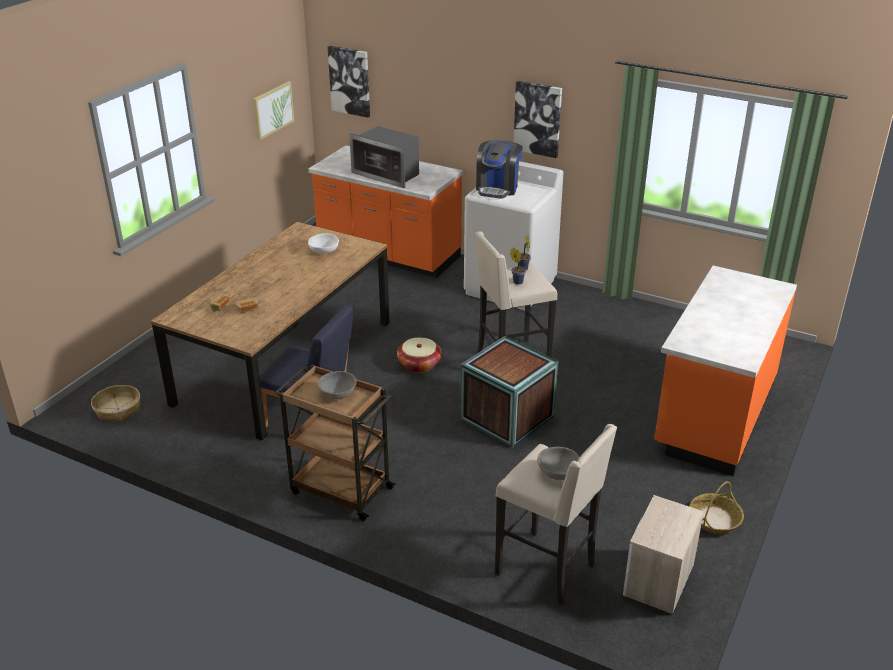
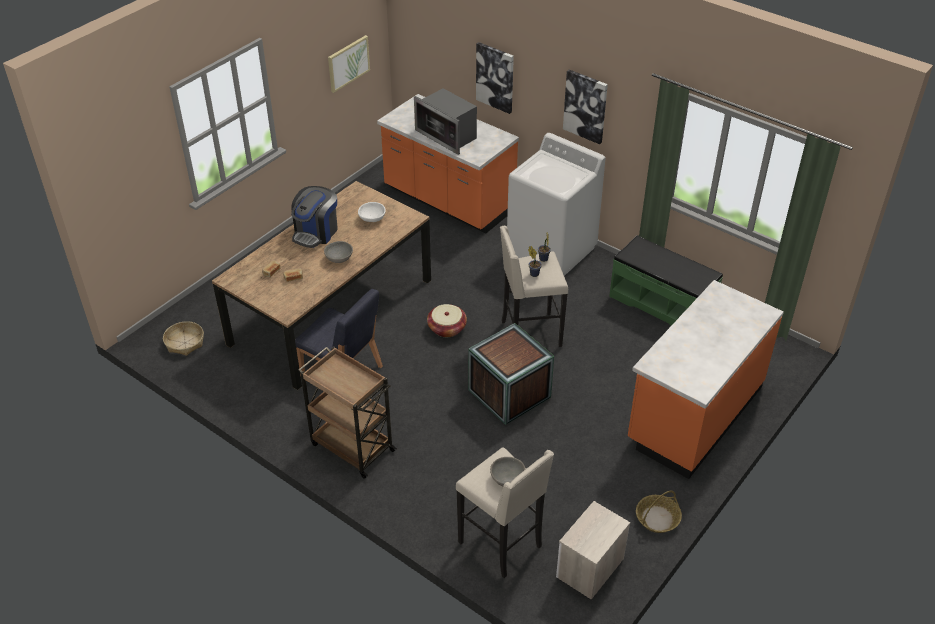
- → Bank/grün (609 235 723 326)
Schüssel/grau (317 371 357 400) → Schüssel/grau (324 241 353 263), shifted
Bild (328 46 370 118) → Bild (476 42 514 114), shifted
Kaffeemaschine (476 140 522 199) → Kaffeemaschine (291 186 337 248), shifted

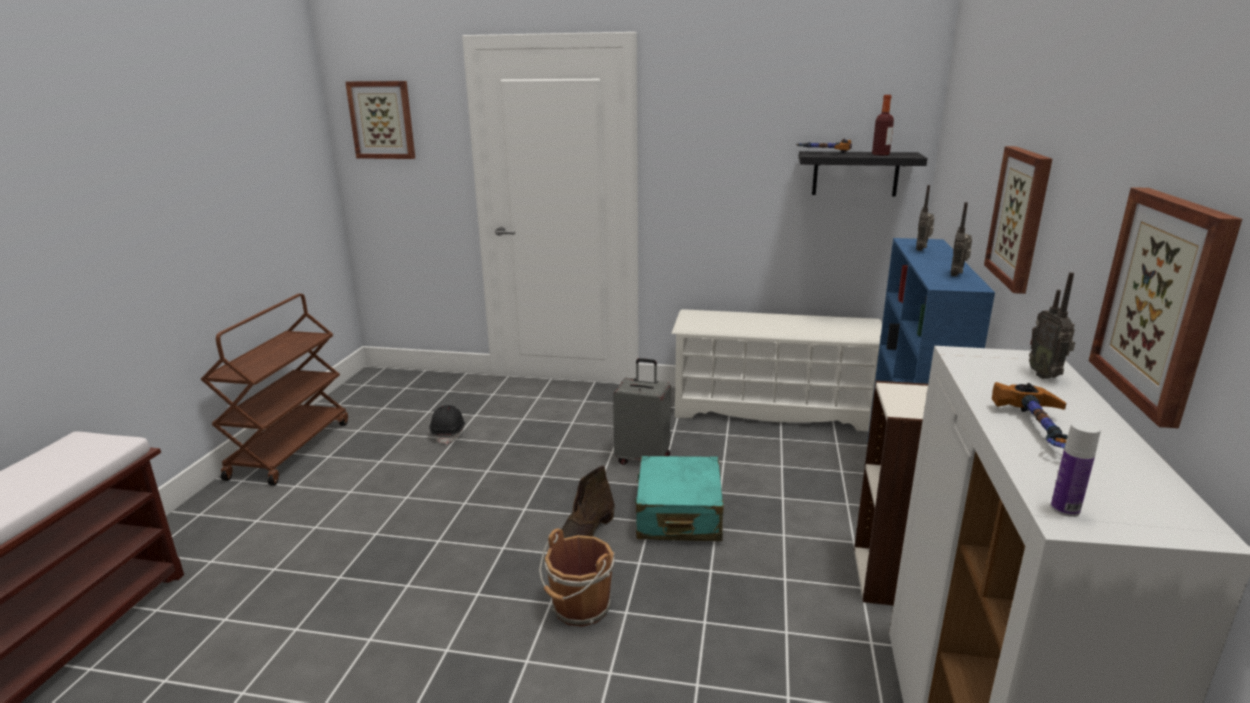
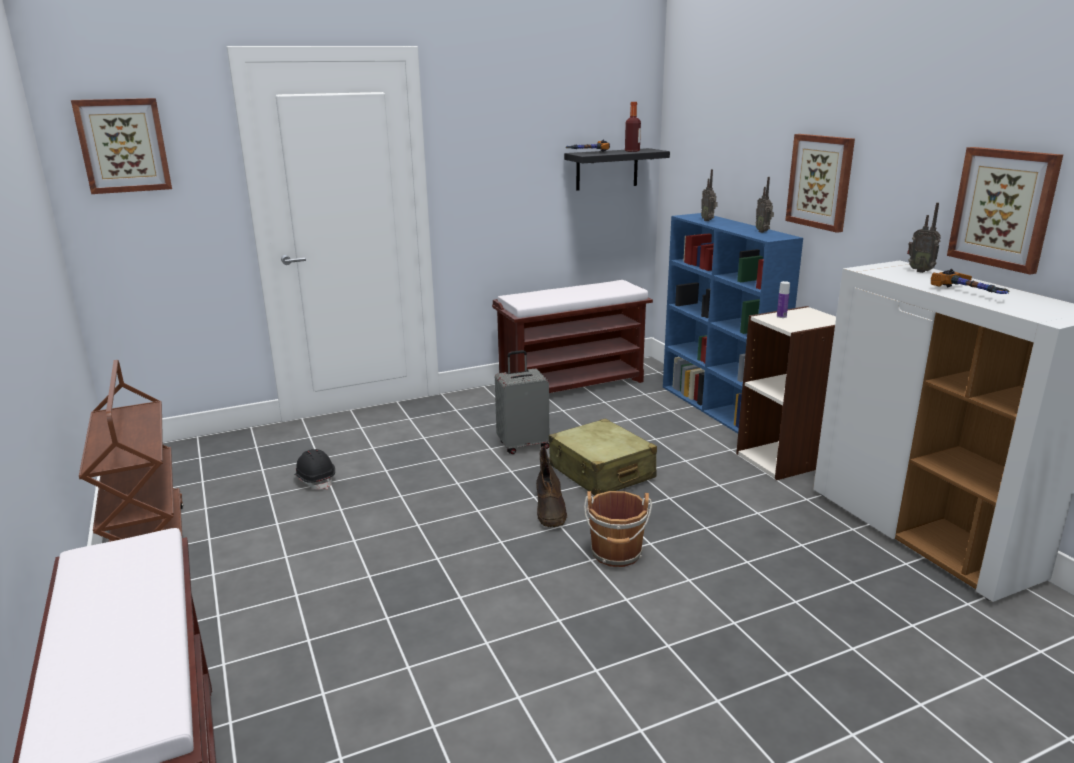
Flasche (1051 421 1101 517) → Flasche (777 281 790 318), shifted
Schuhregal/weiß (671 309 882 432) → Bank/braun (492 280 653 393)
Koffer/türkis (635 456 724 541) → Koffer/beige (549 419 657 496)

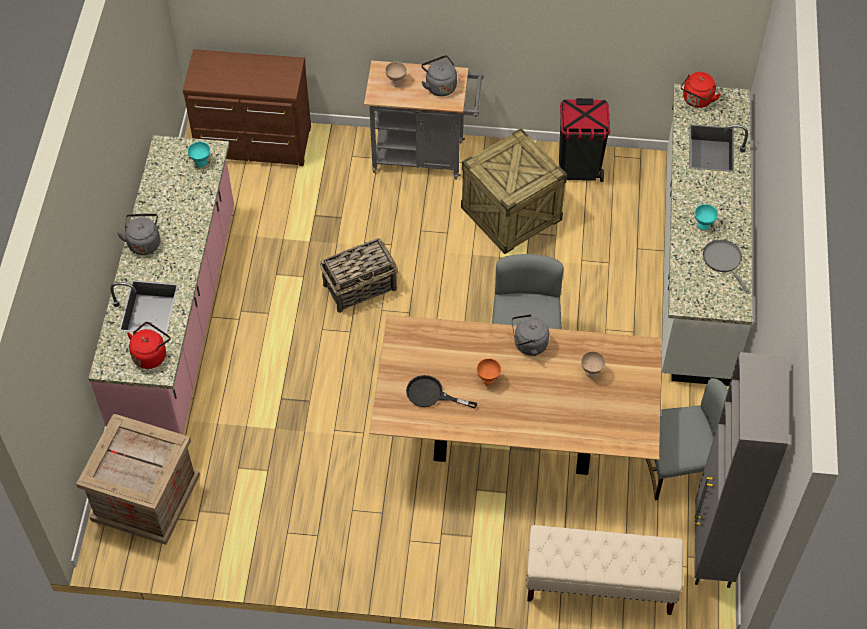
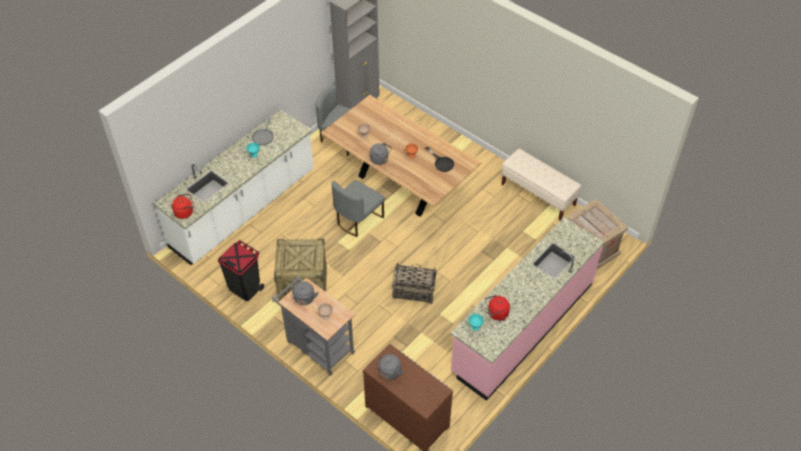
Wasserkessel/grau (117 214 160 255) → Wasserkessel/grau (375 354 404 380), shifted
Wasserkessel/rot (127 322 170 369) → Wasserkessel/rot (485 295 510 321), shifted
Bank/beige (526 525 683 615) → Bank/beige (501 149 581 221), shifted

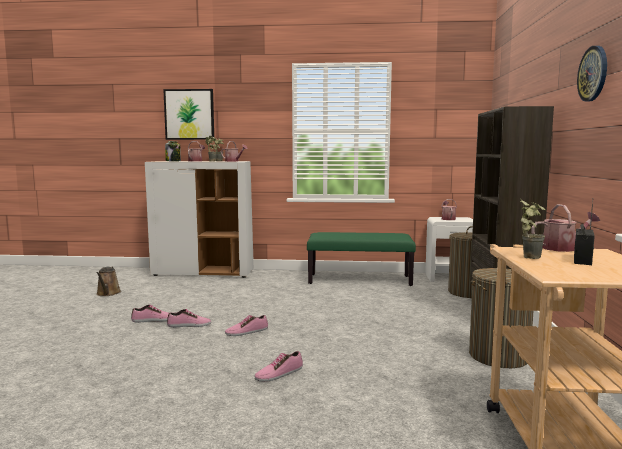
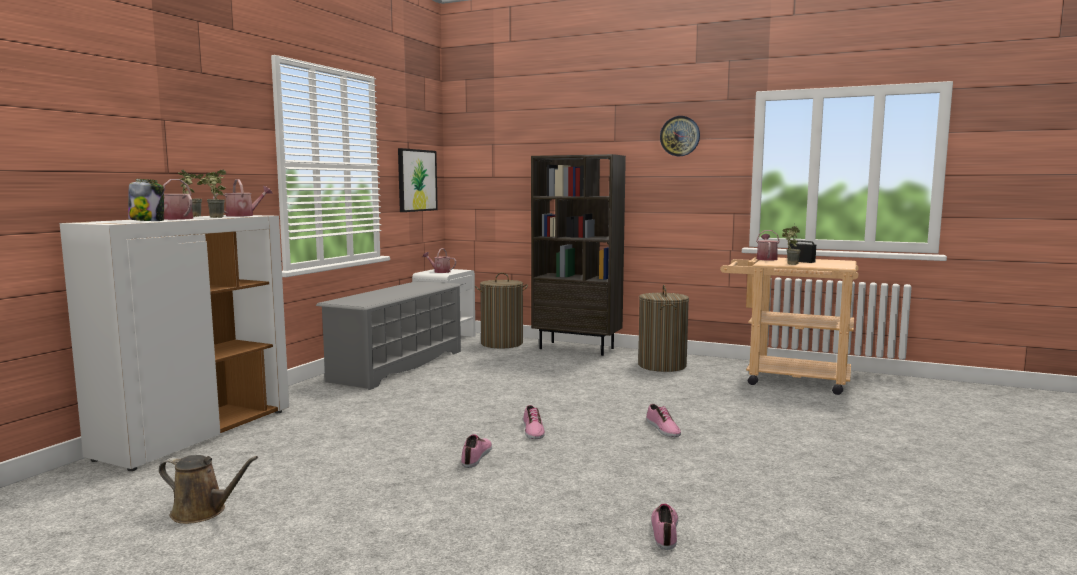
Schuh (131 305 169 323) → Schuh (651 504 678 550), shifted
Bild (163 89 214 140) → Bild (398 148 438 212), shifted
Bank/grün (307 232 416 286) → Schuhregal/grau (316 281 462 390)

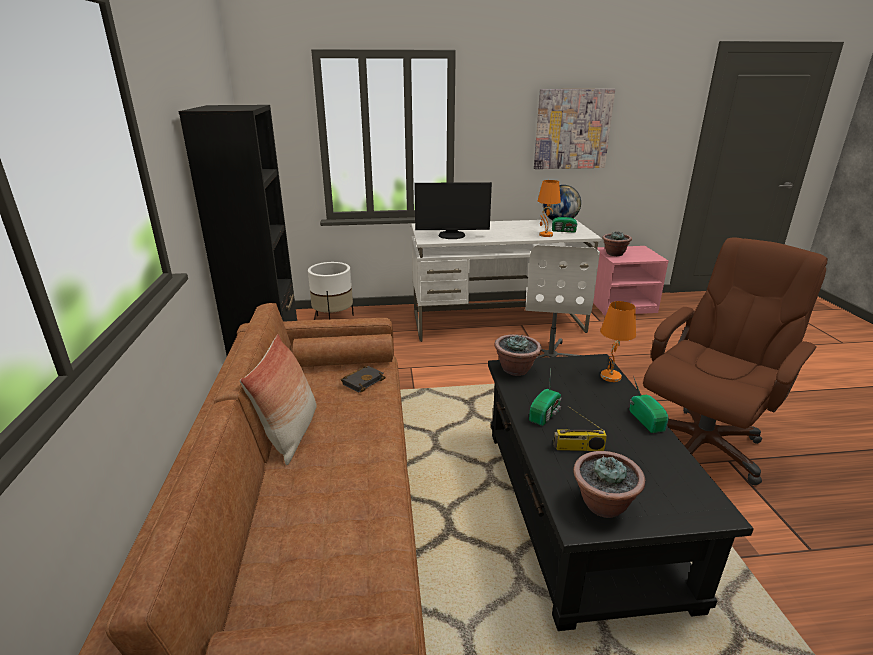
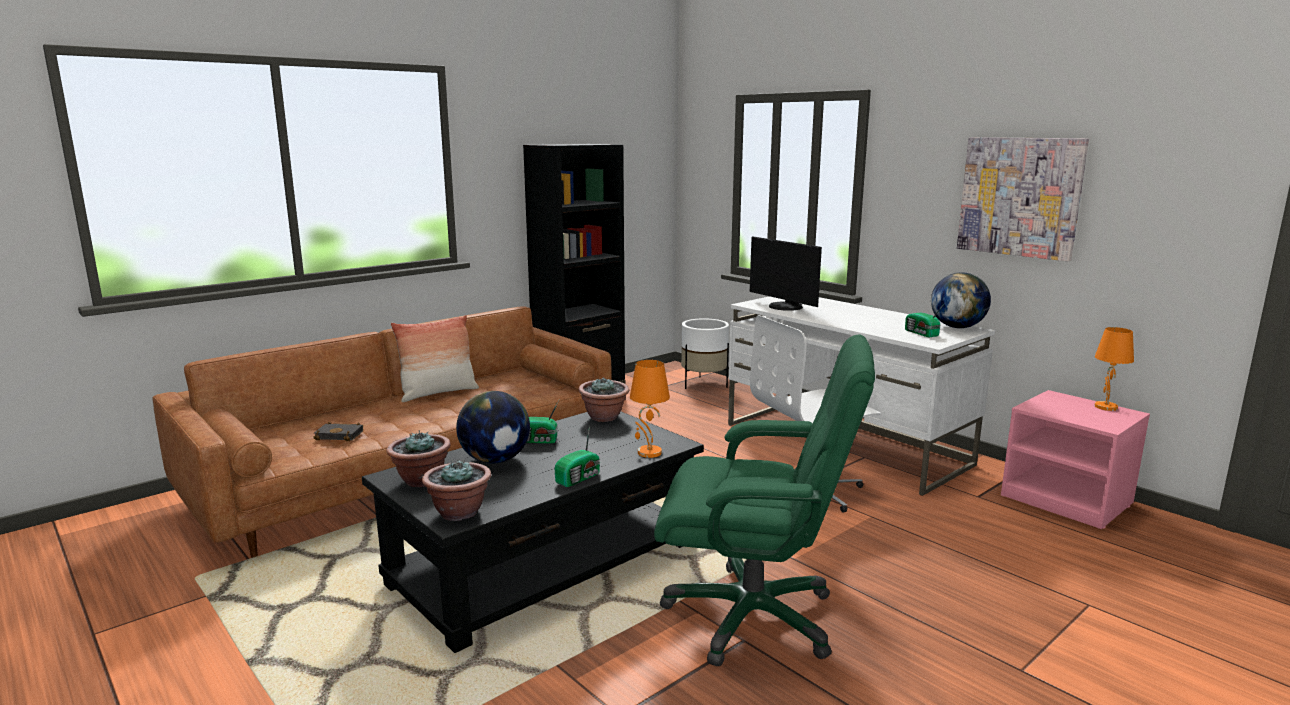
Buch/schwarz (341 366 386 393) → Buch/schwarz (313 422 363 441), shifted
Tischlampe/orange (537 180 561 237) → Tischlampe/orange (1094 327 1134 411), shifted
Topfpflanze (602 232 632 256) → Topfpflanze (422 459 491 521), shifted
Radio (553 406 607 451) → Globus (456 391 530 463)
Bürostuhl/braun (643 237 827 486) → Bürostuhl/grün (654 334 875 667)

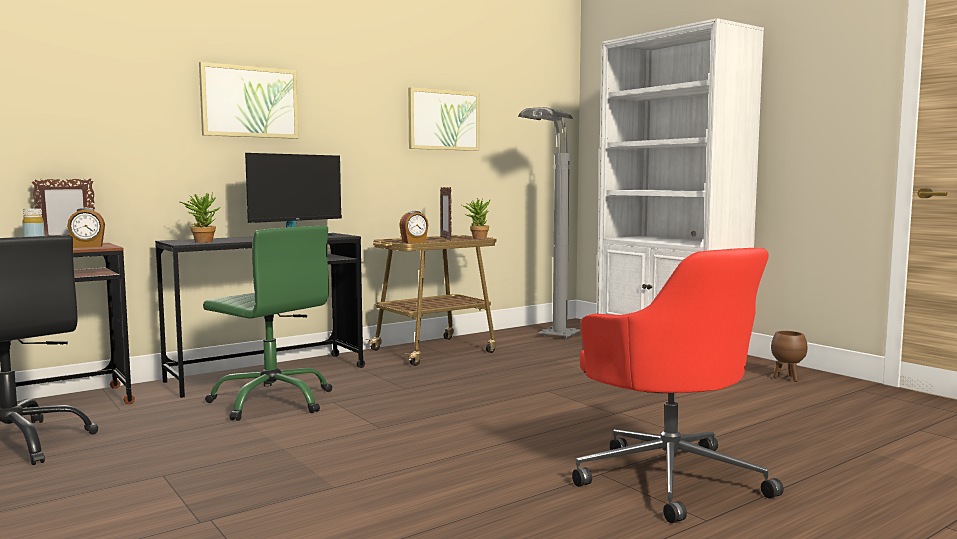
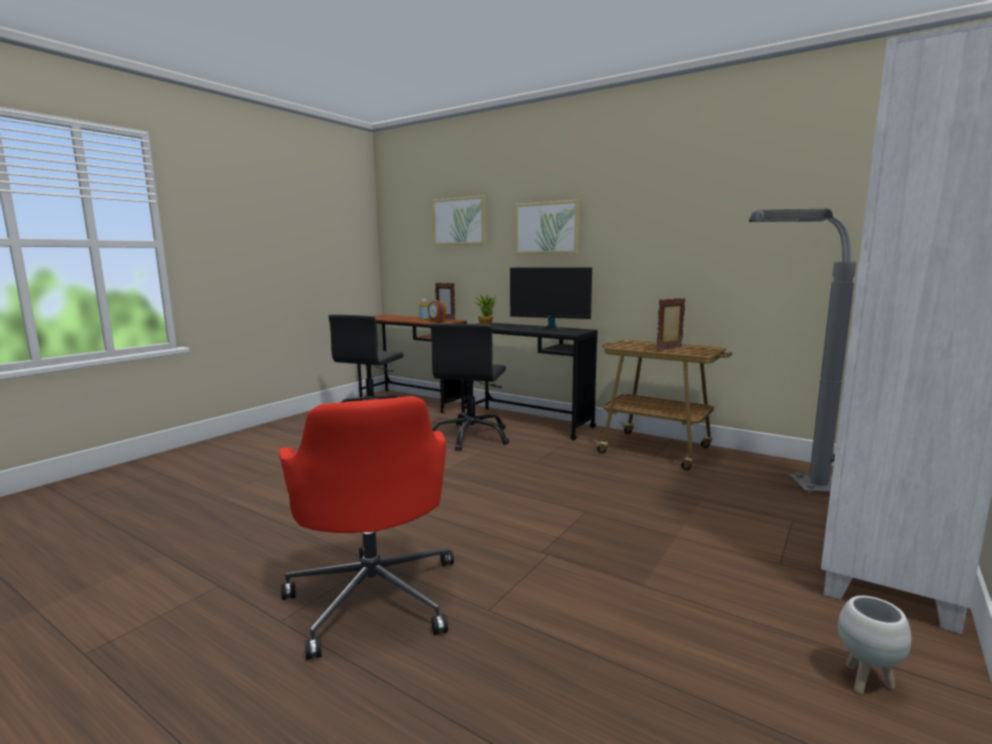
Wecker (399 211 428 243) → -
Topfpflanze (462 198 491 239) → -
Bild (408 87 479 151) → Bild (432 195 486 246), shifted
Bürostuhl/grün (203 226 332 421) → Bürostuhl/schwarz (431 323 509 451)
Pflanzkübel/braun (771 331 807 382) → Pflanzkübel/weiß (838 596 911 694)
Bürostuhl/rot (572 248 784 523) → Bürostuhl/rot (279 396 454 660), 60 degrees counterclockwise

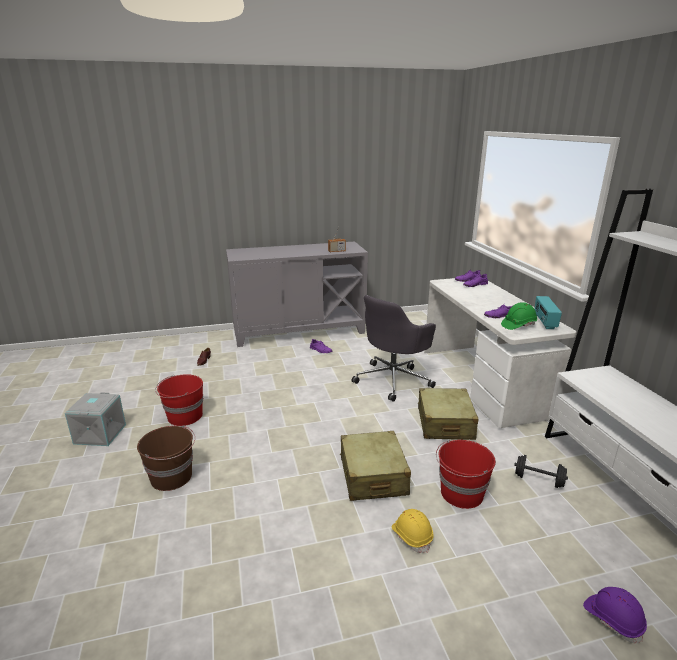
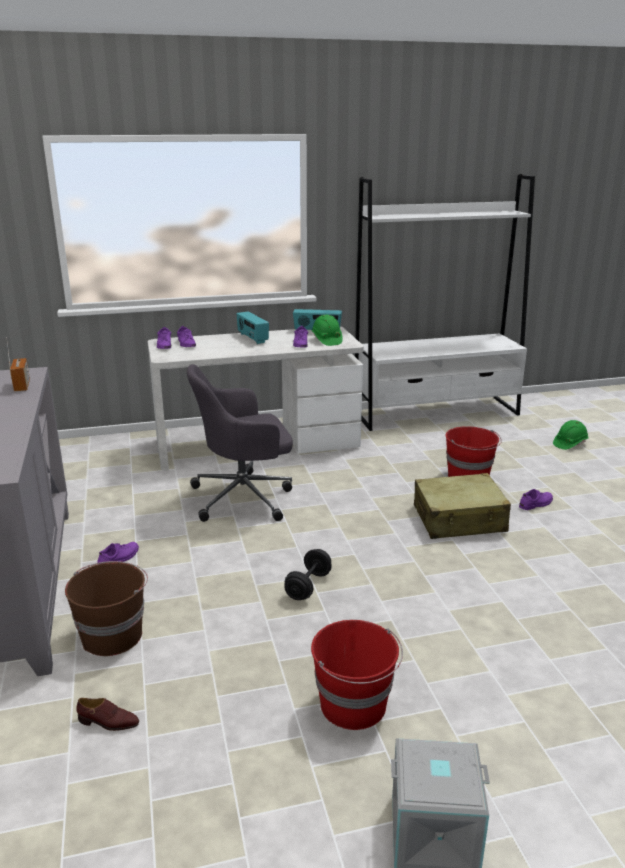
Koffer/beige (418 388 479 440) → -
- → Radio (237 312 269 344)
Eimer/braun (137 426 195 491) → Eimer/braun (65 561 148 656), shifted
Hantel/schwarz (514 455 568 488) → Hantel/schwarz (284 549 332 600), shifted
Schutzhelm/gelb (391 509 433 553) → Schuh/lila (519 489 553 510)
Schutzhelm/lila (583 587 647 643) → Schutzhelm/grün (553 420 588 450)
Bürostuhl/grau (352 295 436 402) → Bürostuhl/grau (187 364 293 522), 120 degrees clockwise

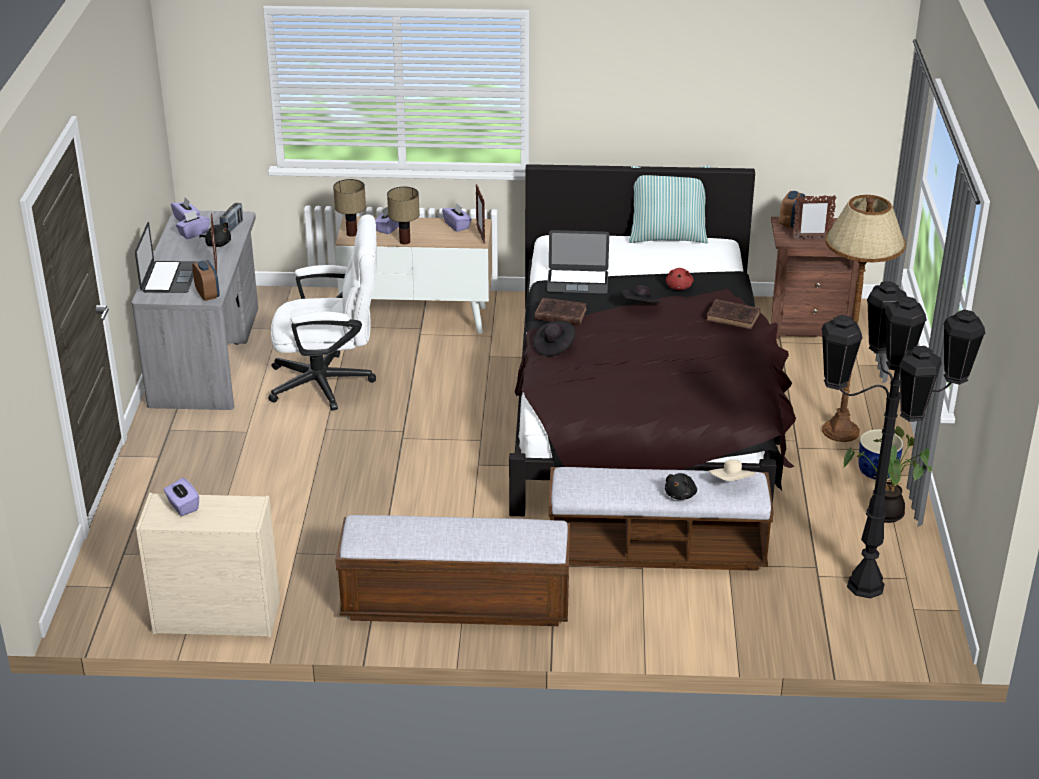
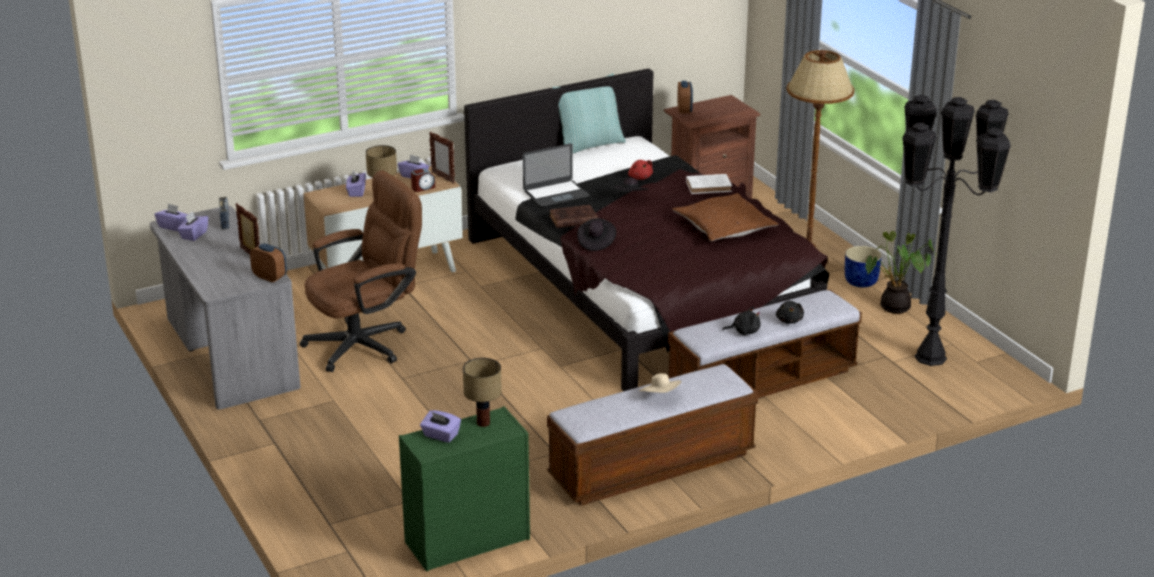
Laptop (135 222 198 293) → -
Bilderrahmen (793 195 837 240) → -
- → Wecker (411 168 435 192)
- → Kissen/braun (673 193 779 241)
Plüschtier/schwarz (199 222 231 247) → Plüschtier/schwarz (722 307 761 335), shifted
Tischlampe (333 179 366 237) → Tischlampe (463 358 502 427), shifted
Hut/beige (709 460 756 481) → Hut/beige (639 373 682 393), shifted
Kommode/beige (136 493 280 637) → Kommode/grün (399 406 530 572)
Bürostuhl/weiß (268 214 377 411) → Bürostuhl/braun (300 170 422 372)
Buch/braun (706 299 760 330) → Buch/weiß (686 174 732 194)

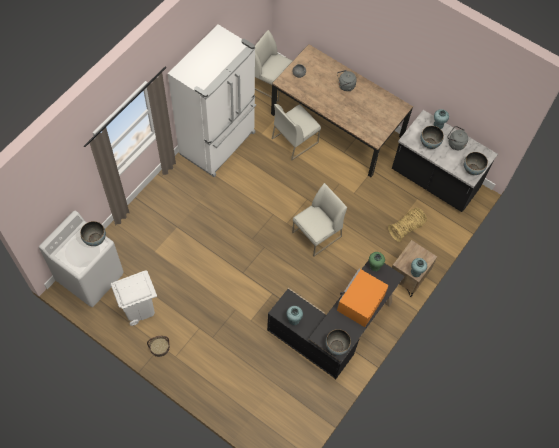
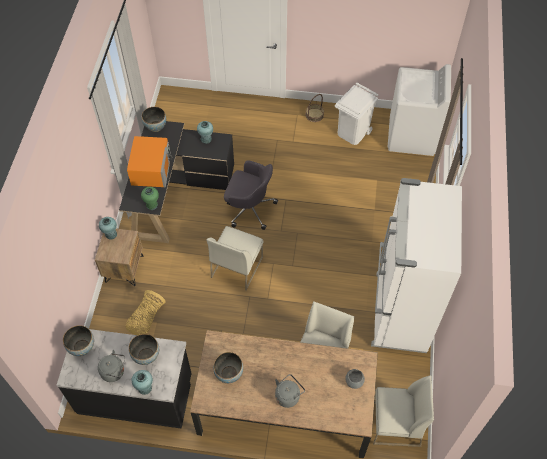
- → Bürostuhl/grau (224 160 278 230)
Schüssel (80 221 106 246) → Schüssel (213 352 243 383), shifted

